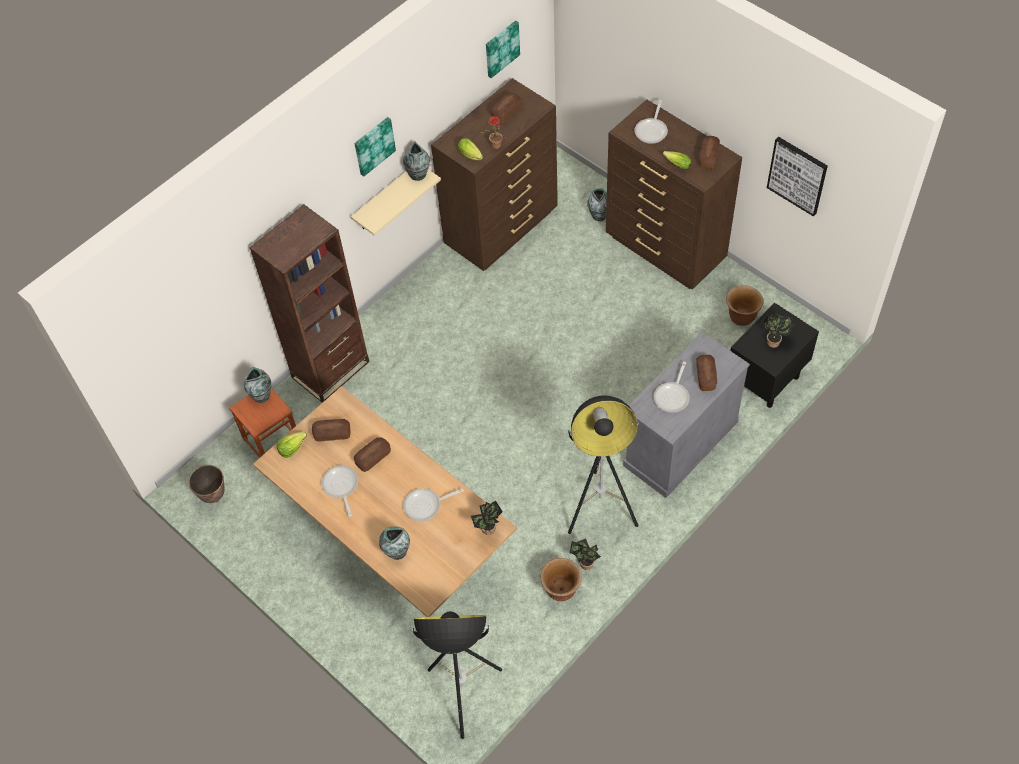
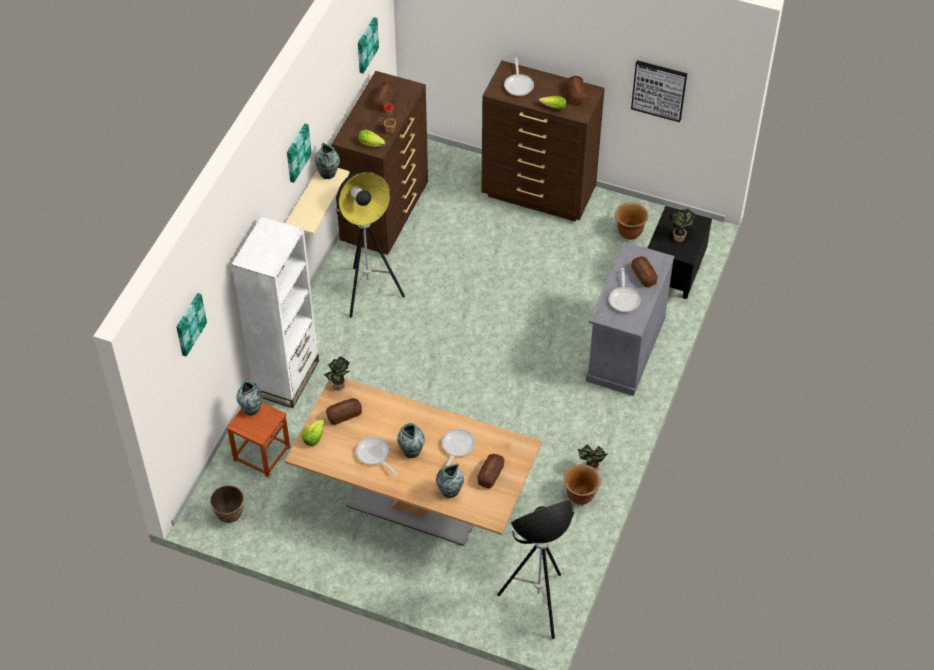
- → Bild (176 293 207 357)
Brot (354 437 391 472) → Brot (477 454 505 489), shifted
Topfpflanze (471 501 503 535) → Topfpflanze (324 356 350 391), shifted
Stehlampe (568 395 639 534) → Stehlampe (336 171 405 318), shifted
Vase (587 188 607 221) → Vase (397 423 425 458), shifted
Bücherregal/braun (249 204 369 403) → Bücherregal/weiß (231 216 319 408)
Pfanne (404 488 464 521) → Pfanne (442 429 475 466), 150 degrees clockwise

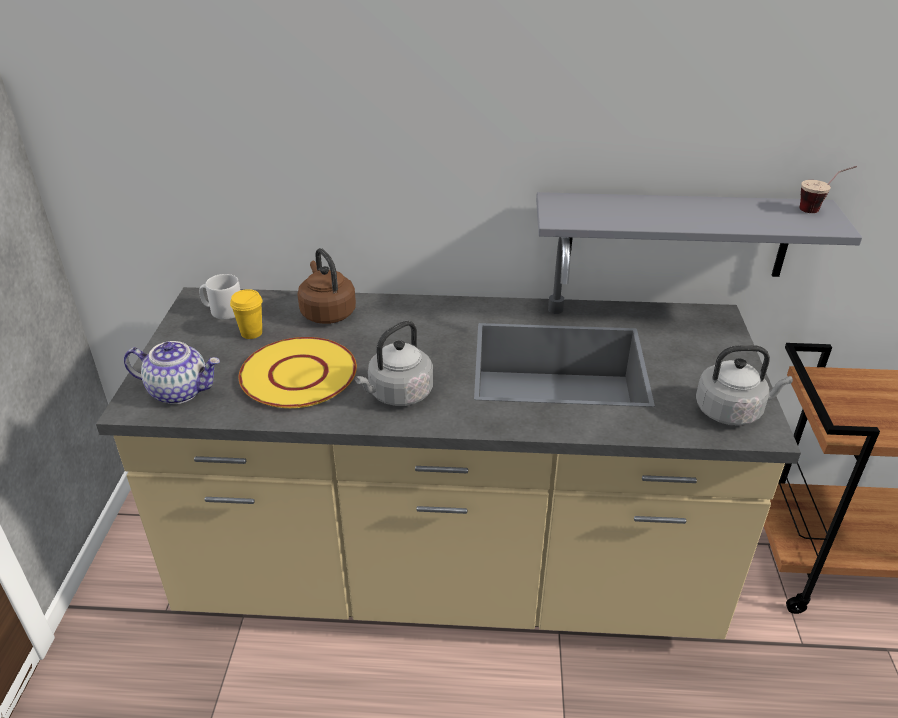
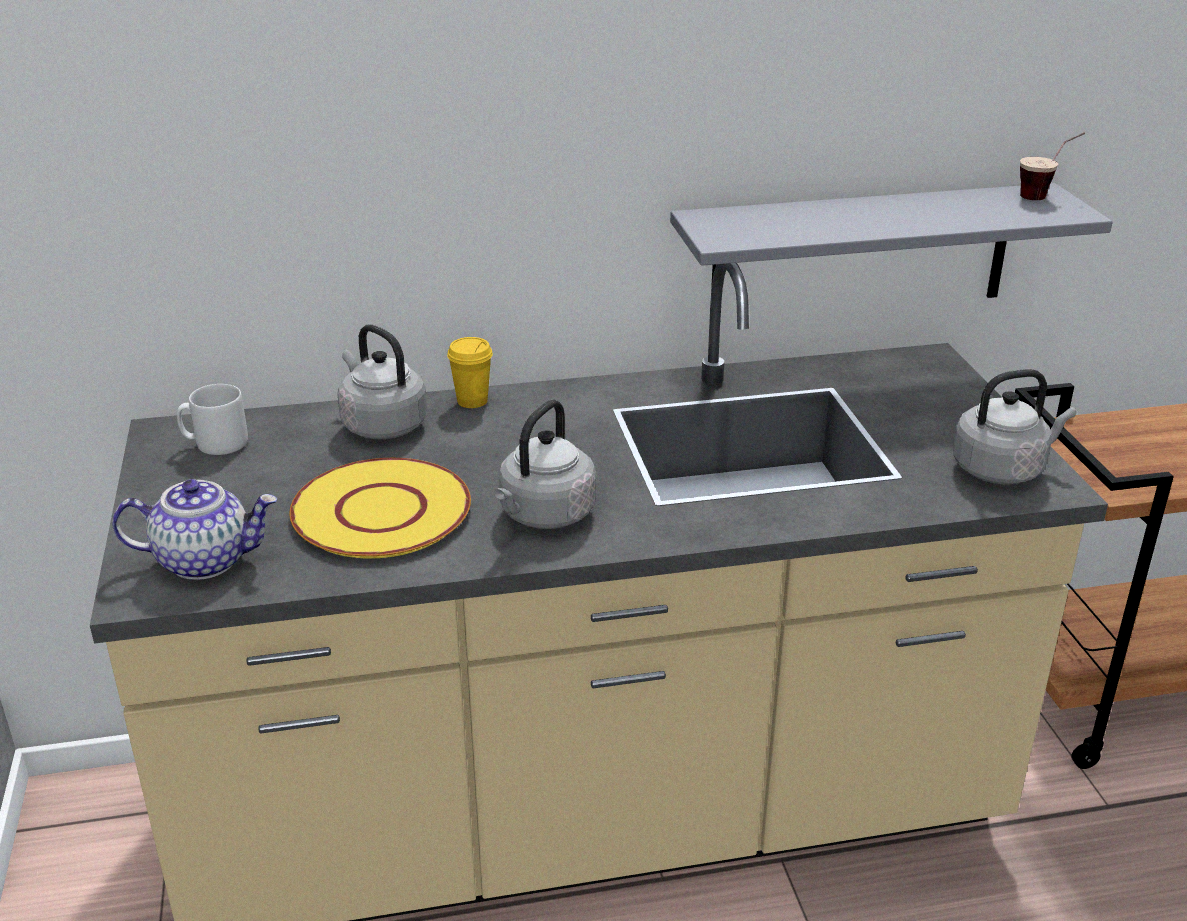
Tasse/gelb (230 289 262 339) → Tasse/gelb (447 337 493 408), shifted
Wasserkessel/braun (297 248 356 324) → Wasserkessel/grau (337 324 427 439)

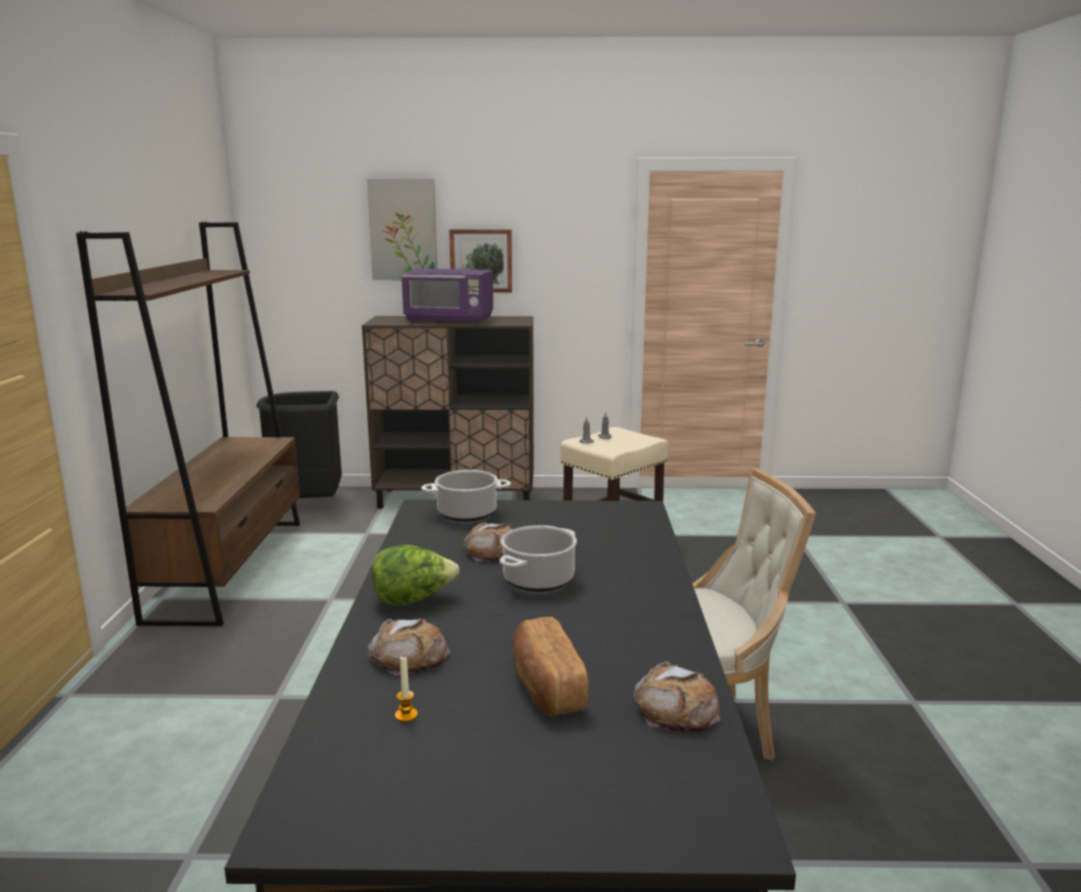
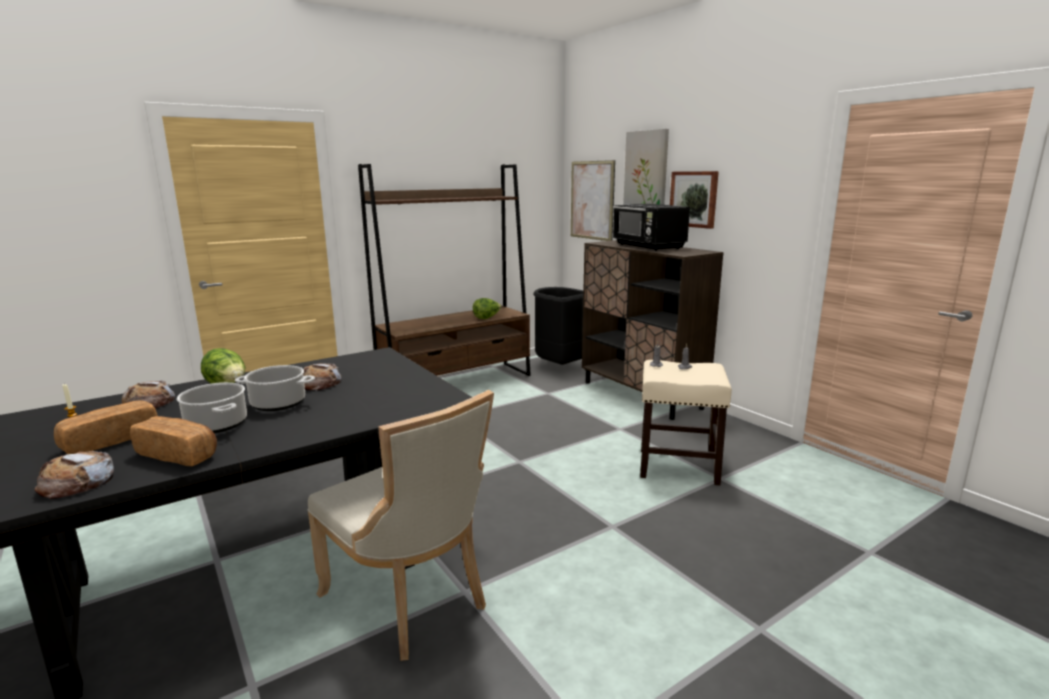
- → Brot (130 416 217 466)
- → Salatkopf (472 298 502 319)
- → Bild (571 160 615 241)
Kochtopf (421 470 511 522) → Kochtopf (177 382 247 433), shifted
Mikrowelle/lila (401 269 493 324) → Mikrowelle/schwarz (613 204 690 251)

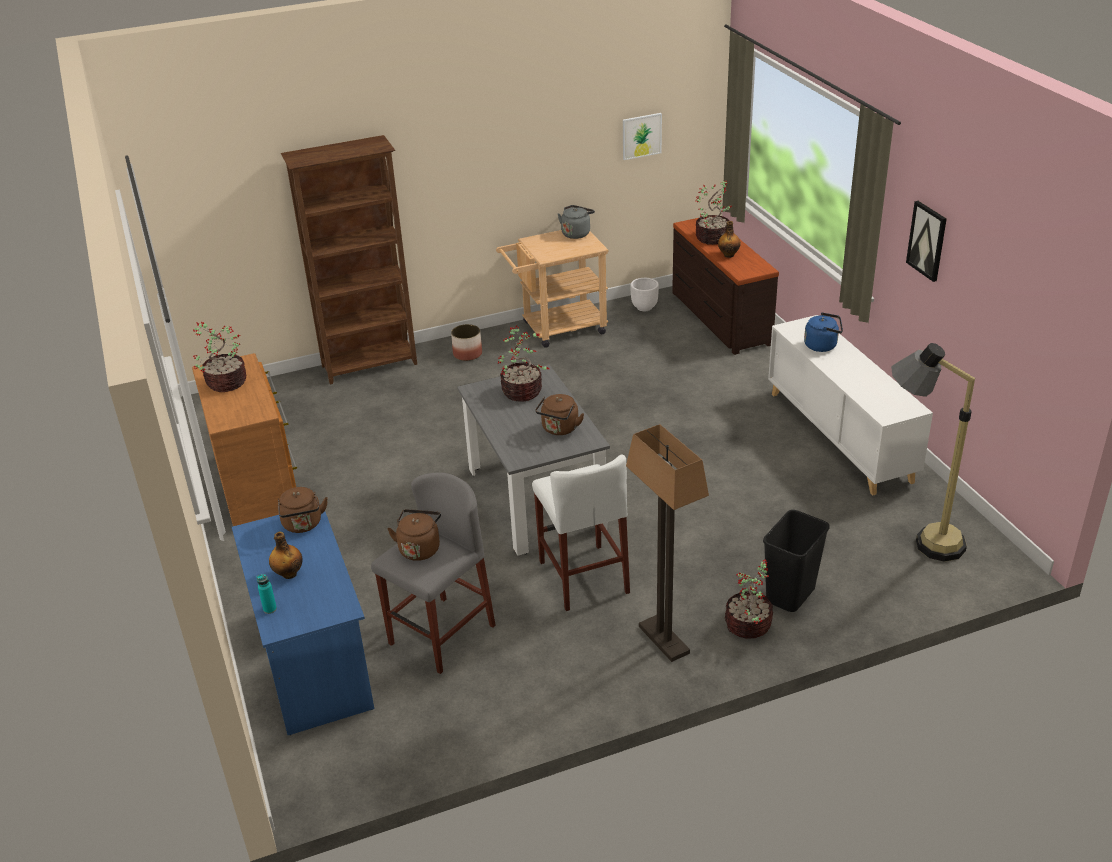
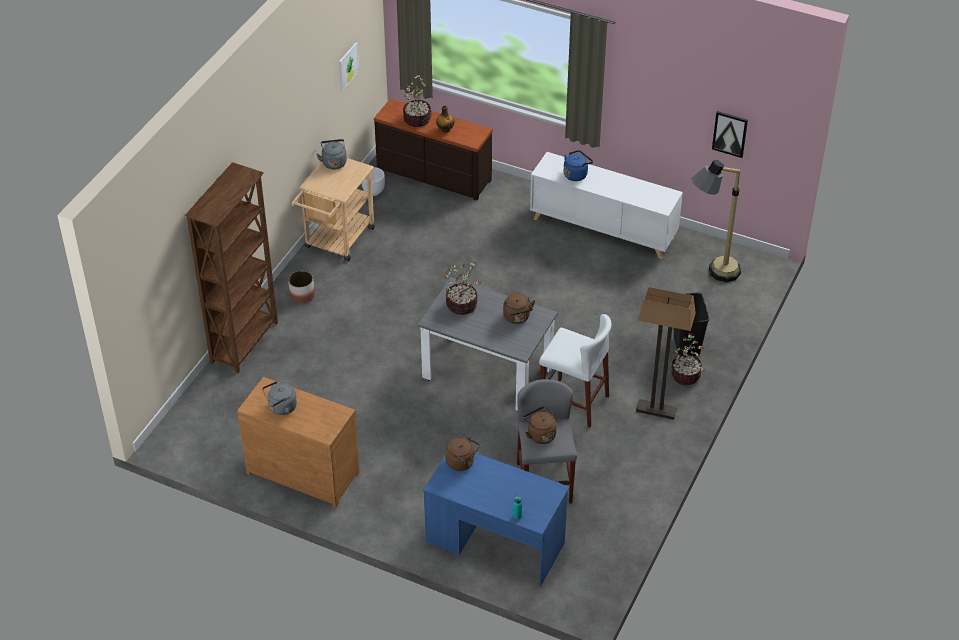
Flasche (269 532 303 579) → -
Bild (906 201 947 282) → Bild (712 111 748 158), shifted
Topfpflanze (193 321 246 392) → Wasserkessel/grau (262 381 297 415)

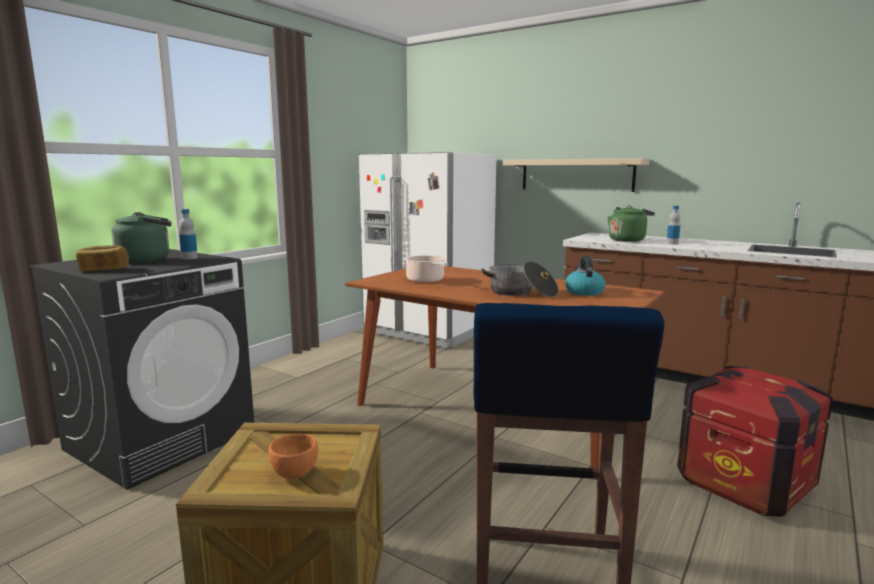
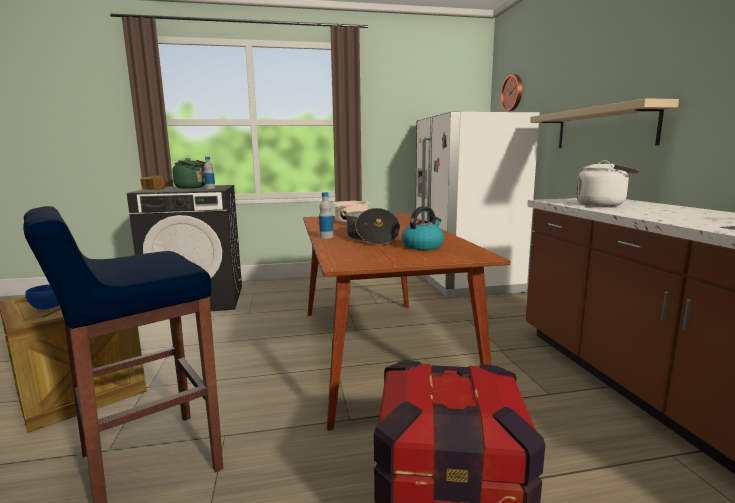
- → Wanduhr (501 75 522 111)
Flasche (666 206 681 244) → Flasche (319 192 333 239), shifted
Schüssel/orange (268 434 318 479) → Schüssel/blau (25 284 60 310)
Wasserkessel/grün (607 206 655 242) → Wasserkessel/weiß (576 160 639 206)

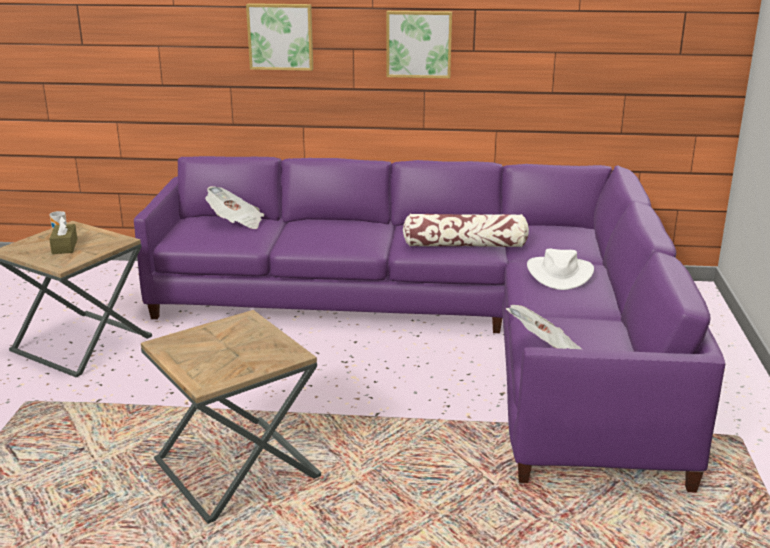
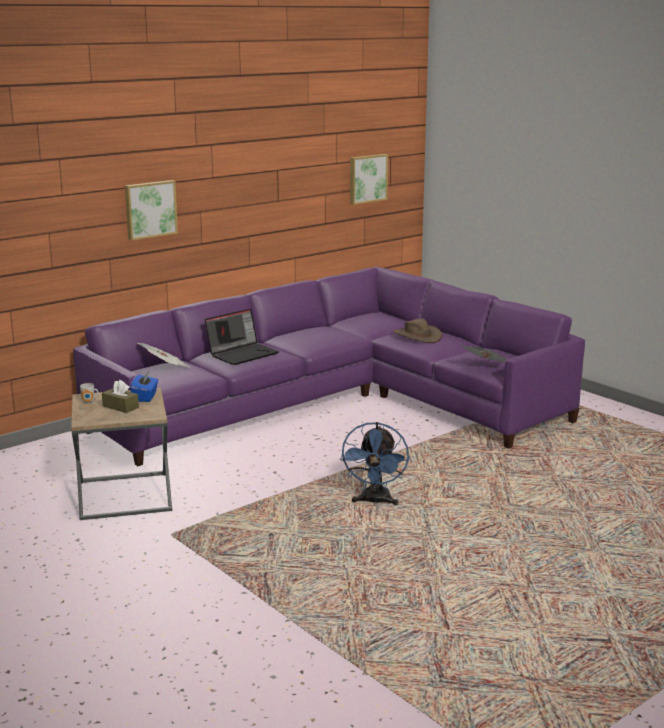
Kissen (403 214 529 247) → -
- → Taschentuchbox/blau (130 370 158 402)
- → Laptop (205 309 279 365)
Bild (387 11 452 78) → Bild (350 154 388 205), shifted
Beistelltisch/braun (141 310 321 524) → Ventilator/blau (340 422 409 505)
Hut/weiß (527 249 594 290) → Hut/braun (393 318 442 343)

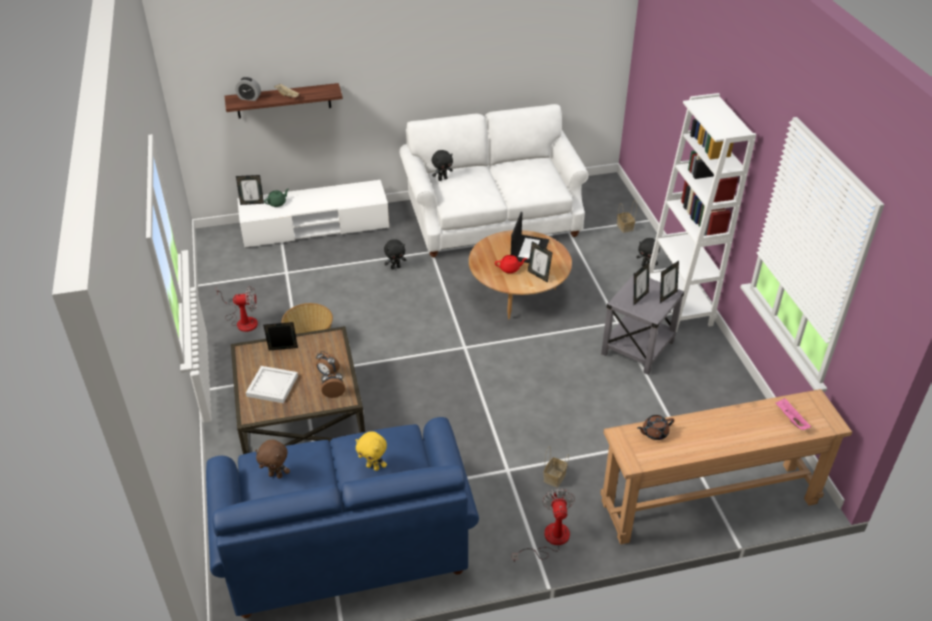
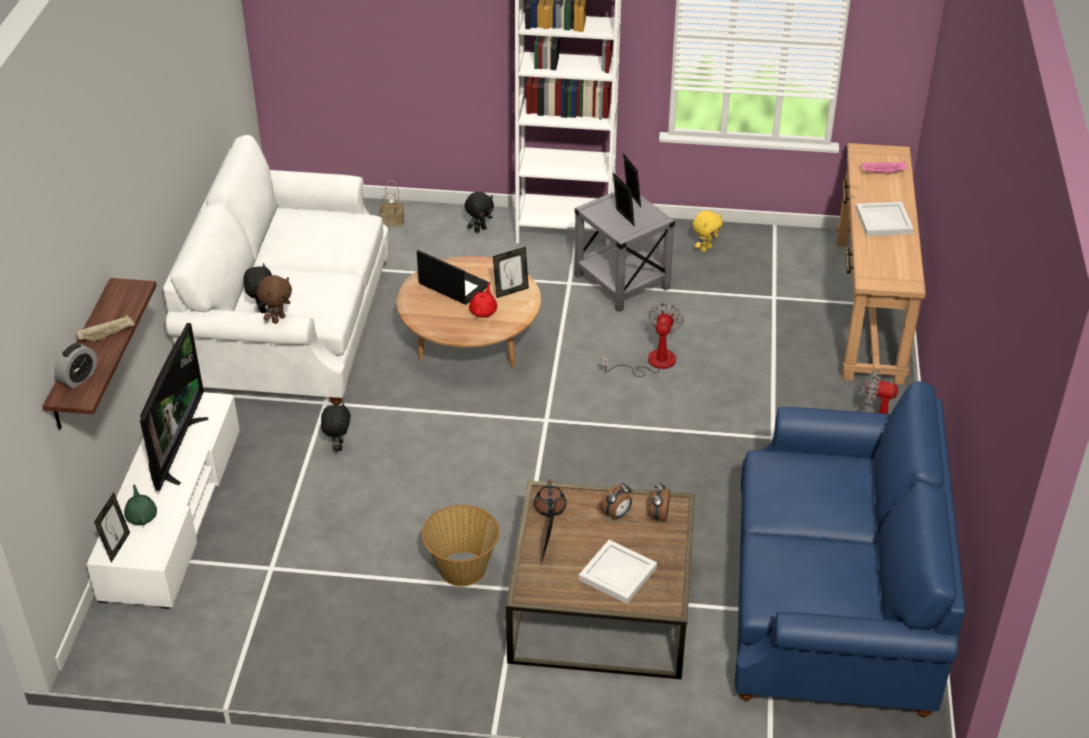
Korb (544 446 569 488) → -
- → Fernseher (140 323 208 491)
- → Tablett/weiß (856 202 914 236)
Ventilator (216 286 258 332) → Ventilator (601 303 684 377), shifted
Plüschtier/braun (255 440 290 479) → Plüschtier/braun (256 275 292 324), shifted
Plüschtier/gelb (356 431 387 471) → Plüschtier/gelb (693 210 723 252), shifted
Teekanne/braun (637 415 674 440) → Teekanne/braun (534 480 567 517), shifted

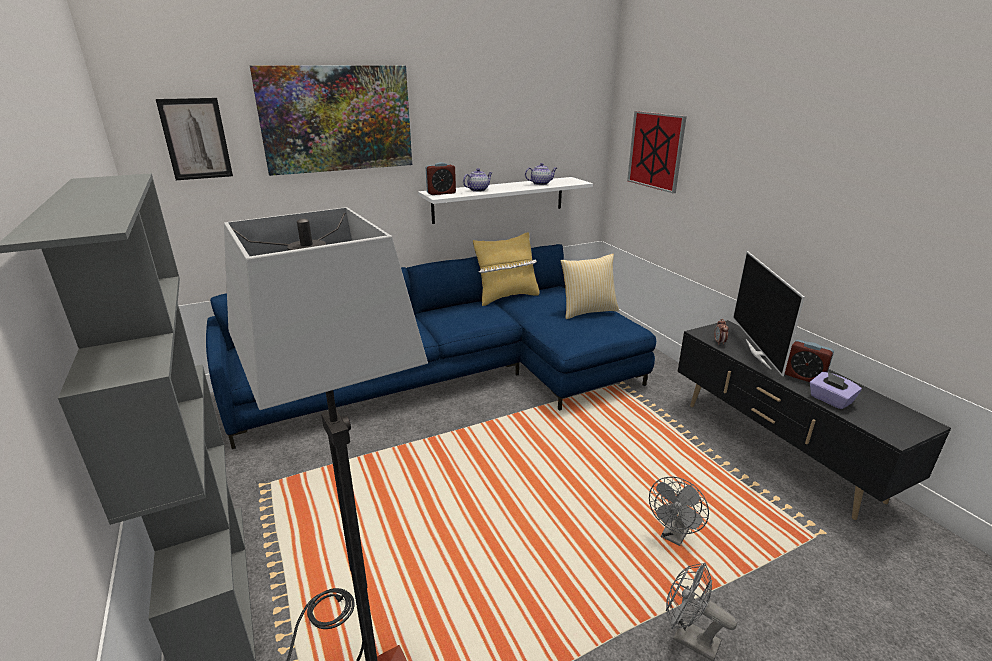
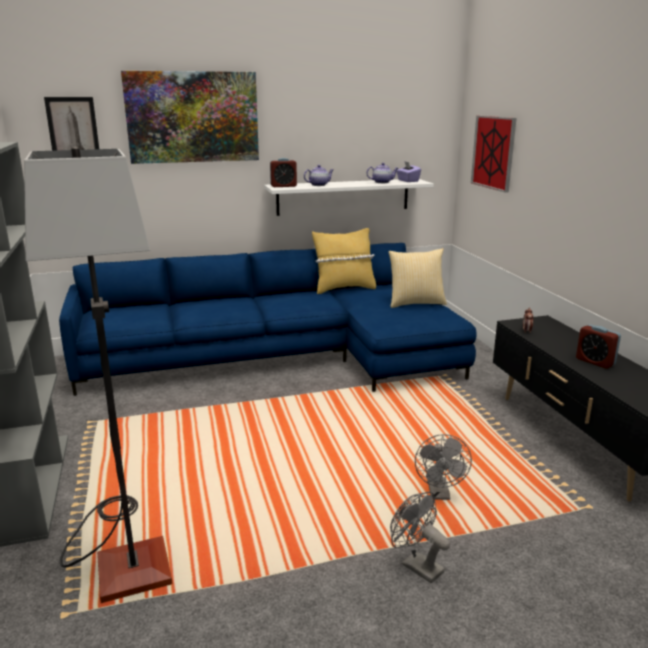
Fernseher (733 251 805 376) → -
Taschentuchbox/lila (810 372 862 410) → Taschentuchbox/lila (396 161 421 182), shifted
Ventilator/grau (649 476 709 546) → Ventilator/grau (415 434 472 500), 45 degrees counterclockwise

